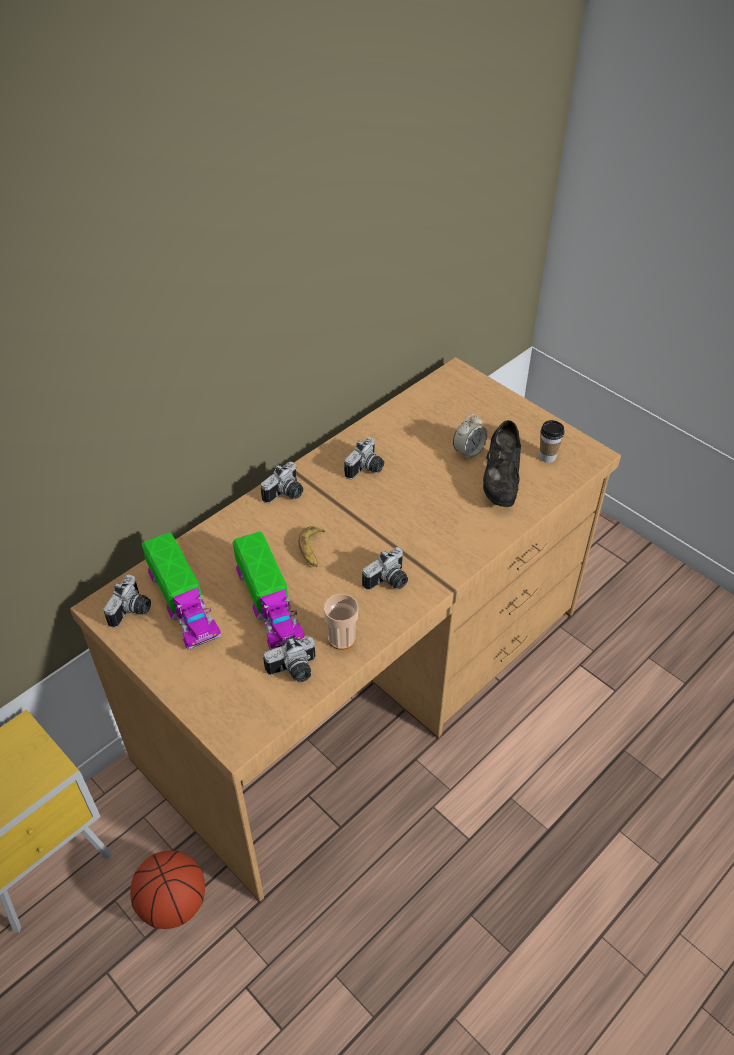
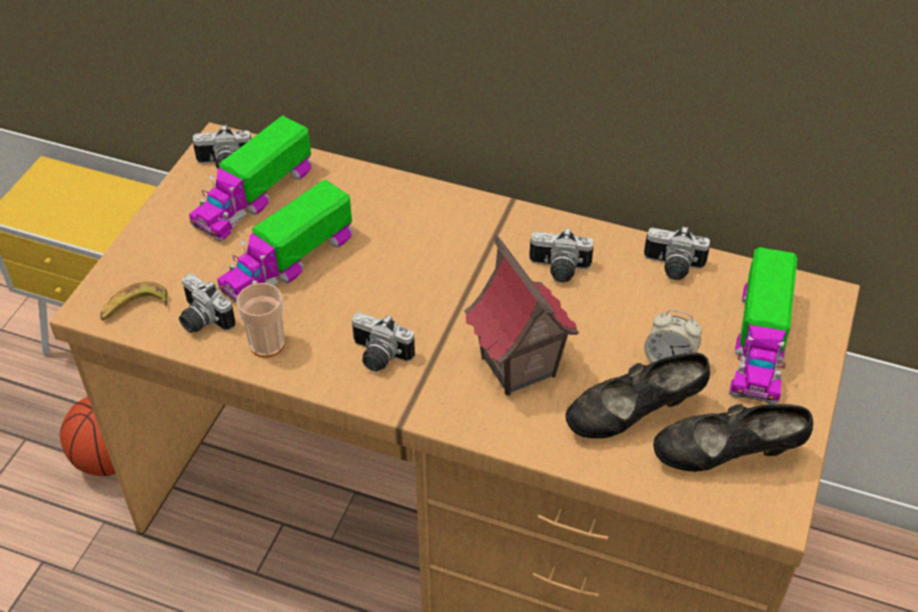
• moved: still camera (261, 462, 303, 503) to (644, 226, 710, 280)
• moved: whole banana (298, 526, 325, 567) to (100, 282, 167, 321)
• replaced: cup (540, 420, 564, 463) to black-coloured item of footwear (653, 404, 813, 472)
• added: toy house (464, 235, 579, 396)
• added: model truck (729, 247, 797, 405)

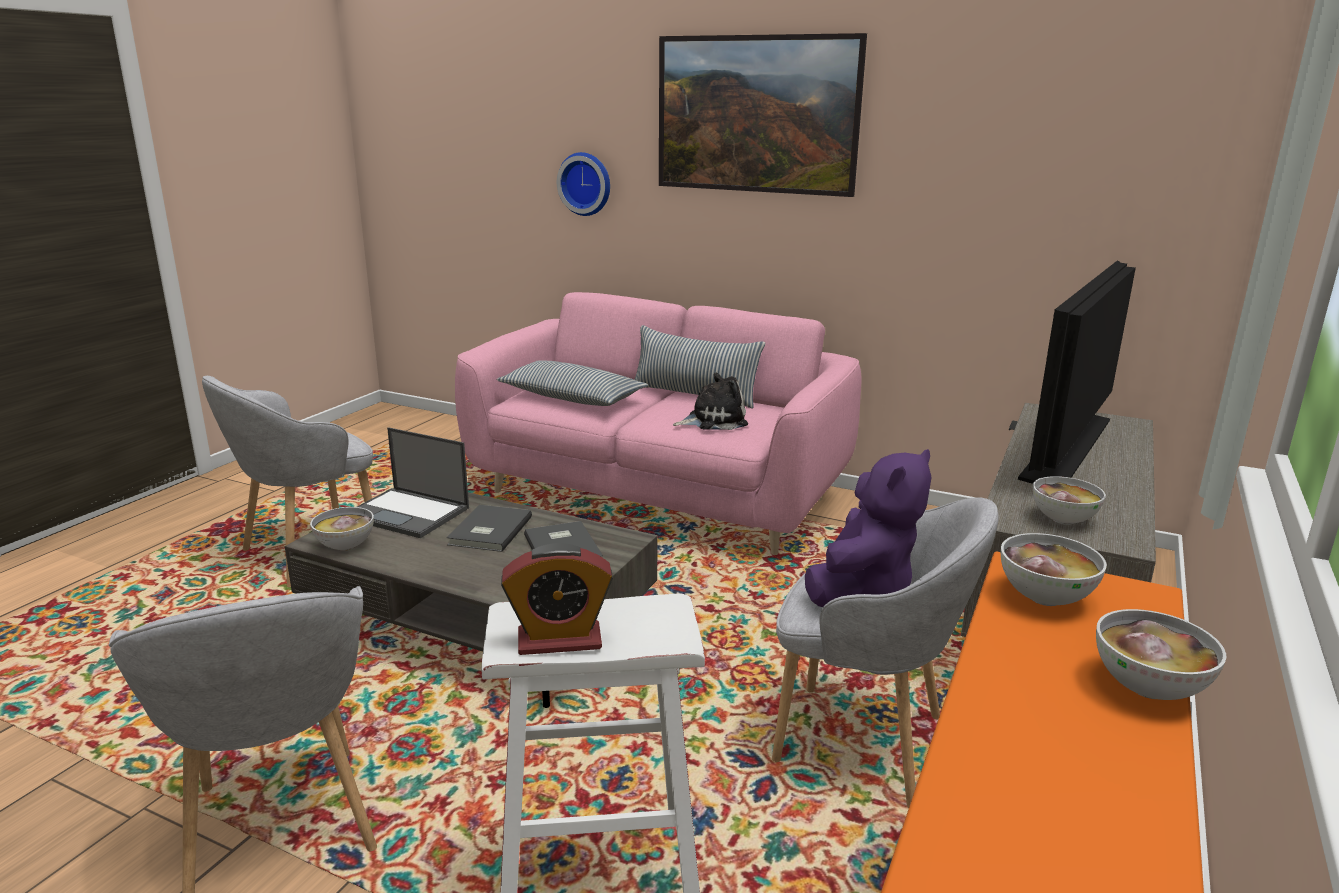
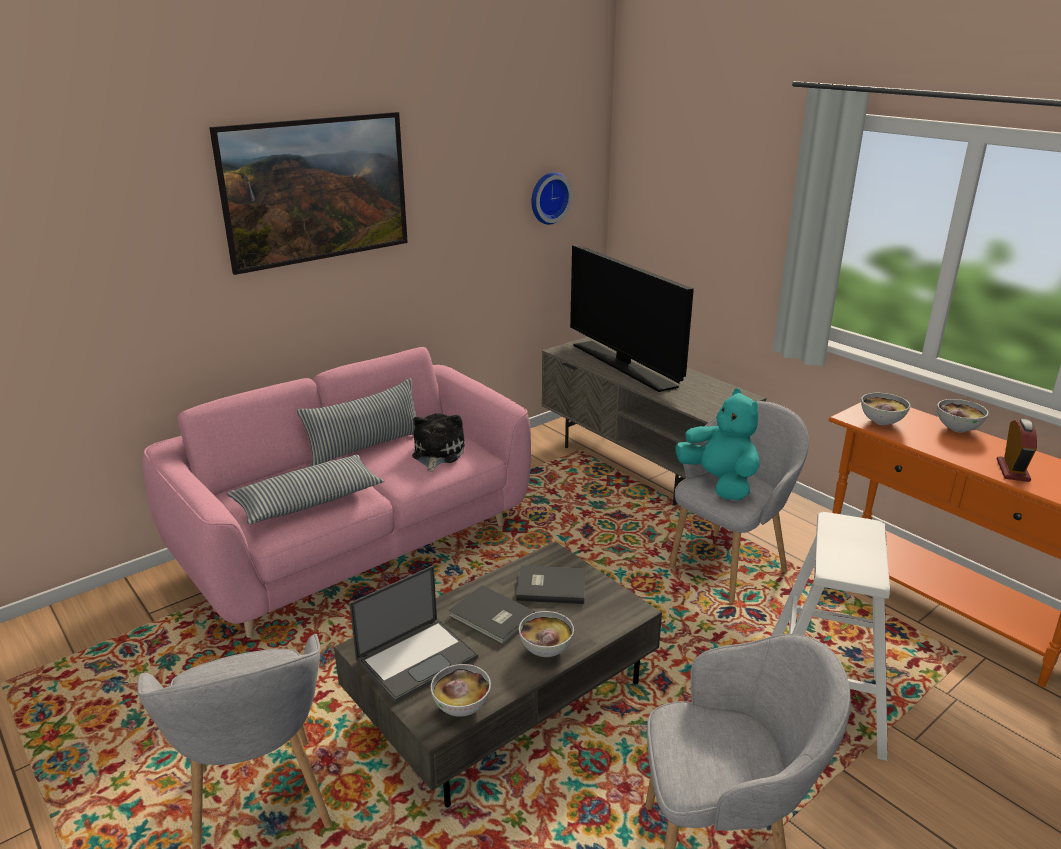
• moved: bedside clock (501, 543, 613, 655) to (997, 419, 1037, 482)
• moved: wall clock (557, 152, 610, 216) to (531, 172, 572, 225)
• recoloured: purple-coloured soft toy (805, 449, 932, 607) to blue-green soft toy (676, 388, 760, 500)
• moved: deep dish (1033, 476, 1106, 525) to (519, 611, 574, 657)

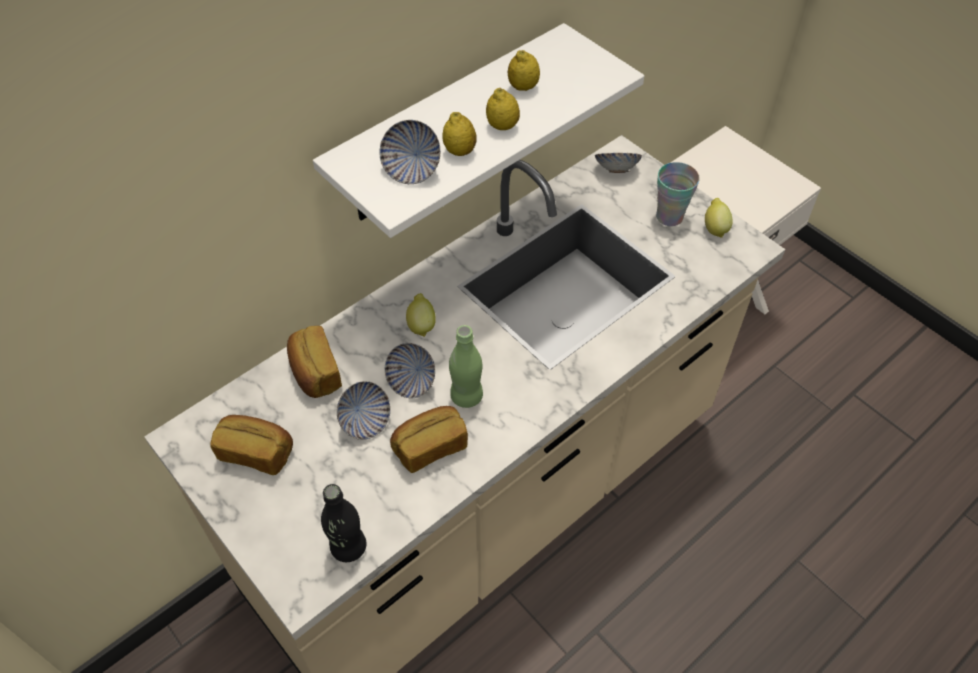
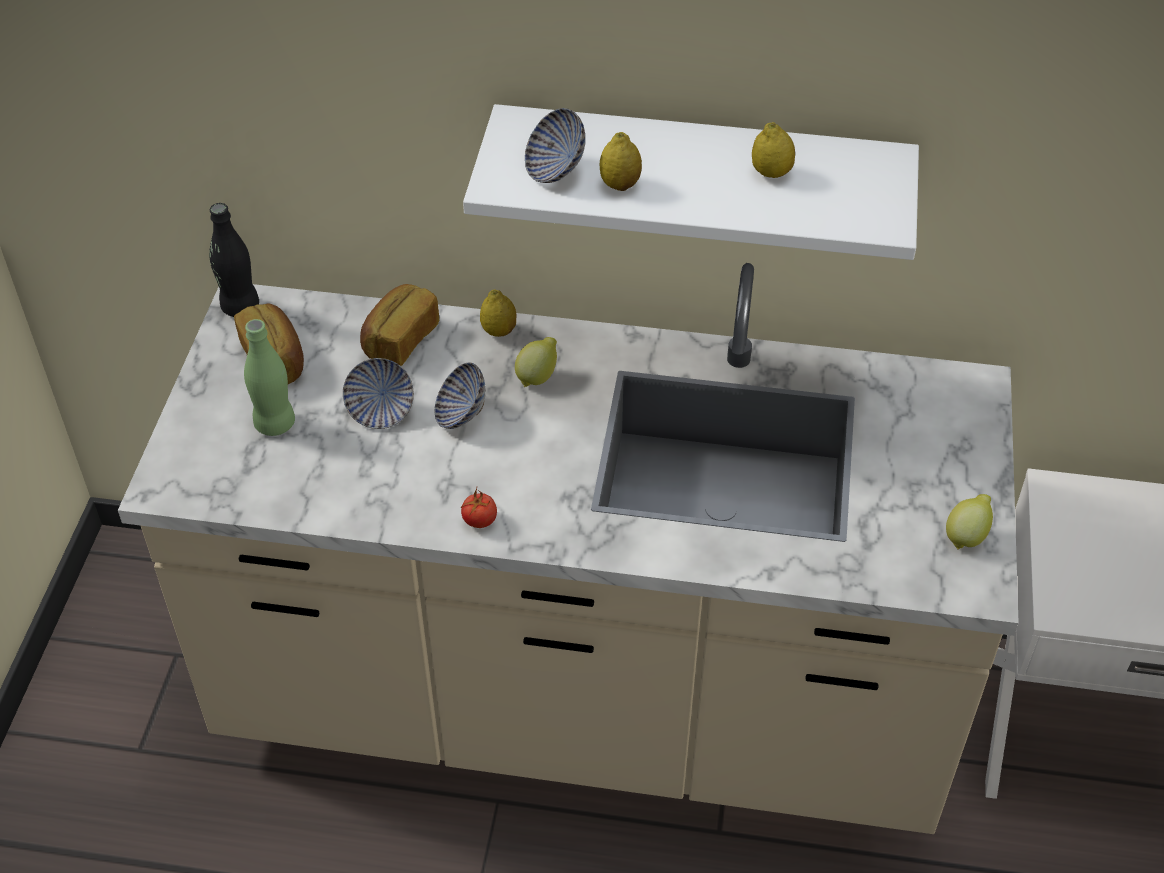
• moved: black-coloured beverage bottle (321, 484, 366, 562) to (209, 203, 259, 317)
• removed: bread (390, 406, 468, 473)
• moved: greenish beverage bottle (449, 325, 483, 408) to (244, 319, 295, 436)
• moved: citrus fruit (486, 88, 520, 130) to (480, 290, 517, 337)
• removed: deep dish (595, 153, 642, 173)
• removed: cup (656, 162, 700, 226)
• added: fresh tomato (461, 488, 497, 528)

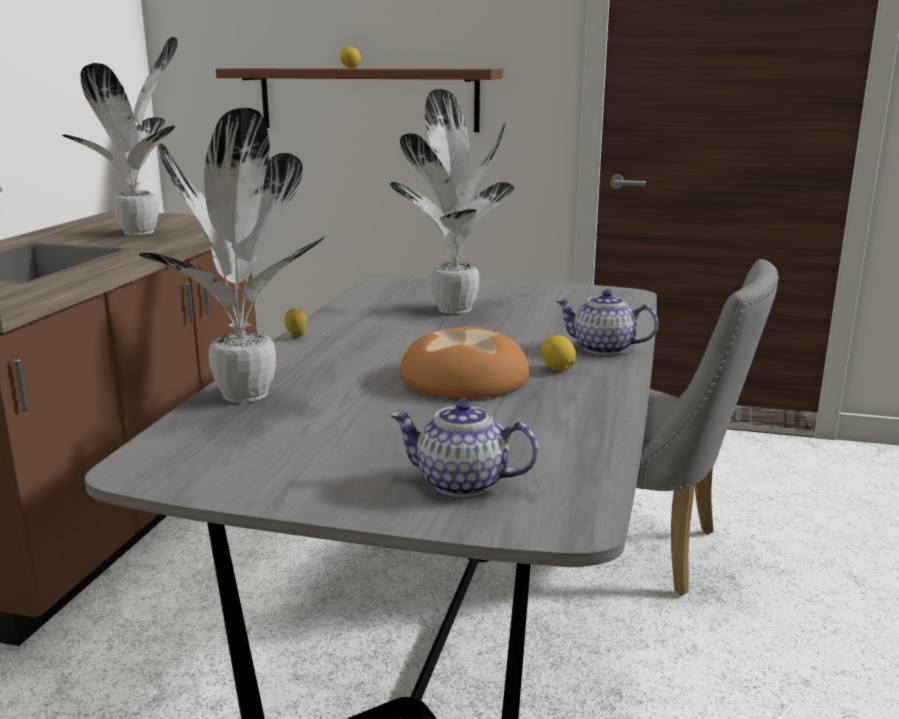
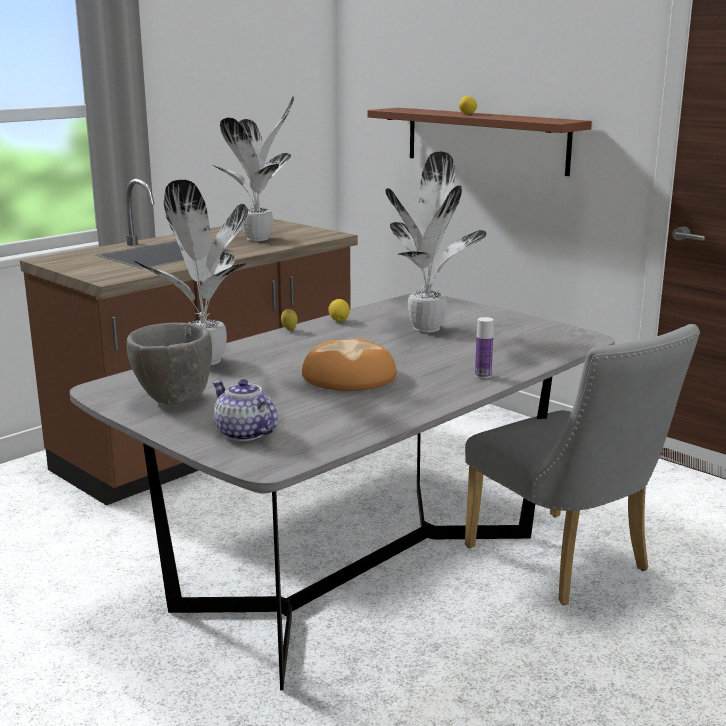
• moved: citrus fruit (541, 335, 576, 371) to (328, 299, 350, 322)
• replaced: pot for tea (556, 290, 658, 355) to beverage bottle (475, 317, 494, 379)
• added: gray deep dish (127, 323, 212, 404)

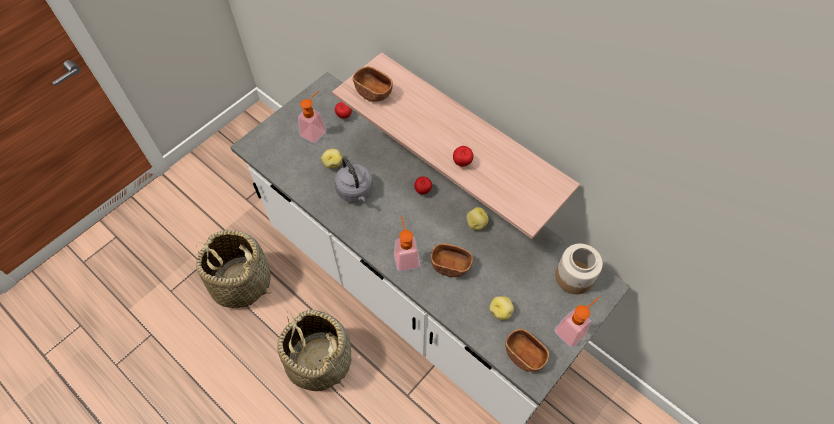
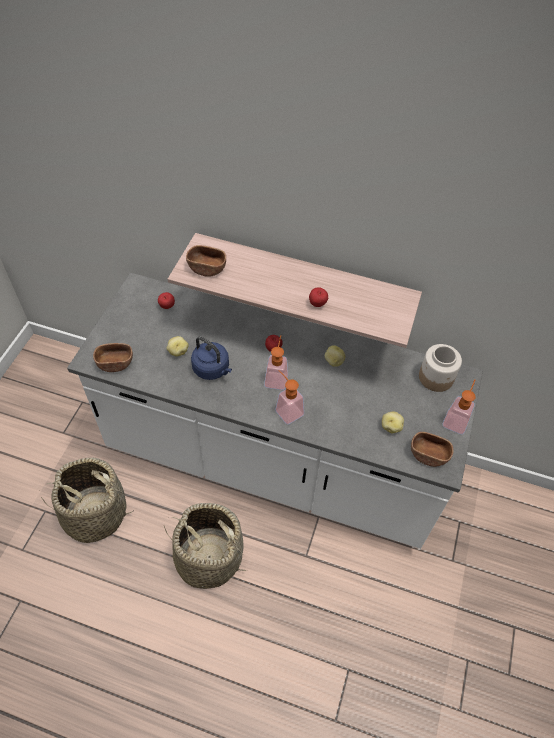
• moved: soap bottle (298, 91, 326, 143) to (264, 335, 288, 390)
• recoloured: gray tea kettle (335, 157, 373, 203) to bluish tea kettle (191, 337, 232, 380)
• moved: brown-coloured deep dish (431, 243, 473, 277) to (93, 343, 133, 372)

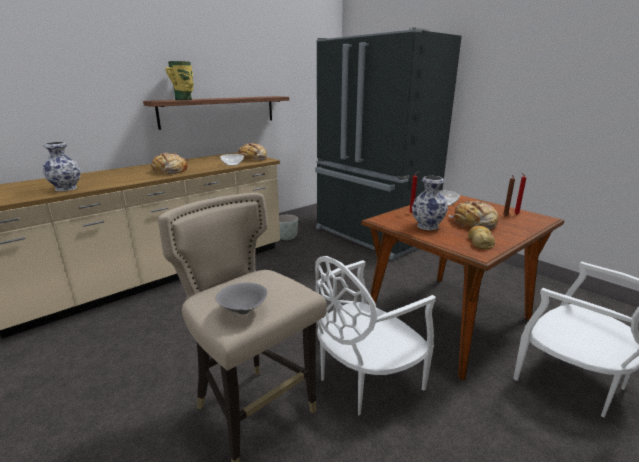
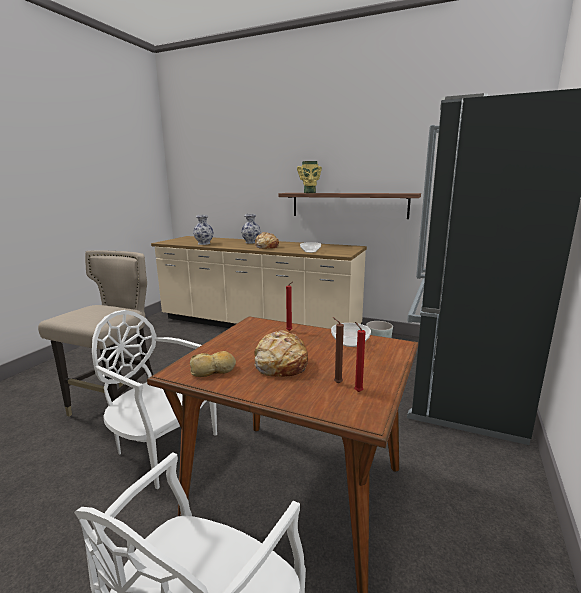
• removed: gray deep dish (216, 283, 267, 314)
• removed: bread (239, 143, 267, 161)
• moved: vase (412, 176, 448, 230) to (241, 214, 260, 243)

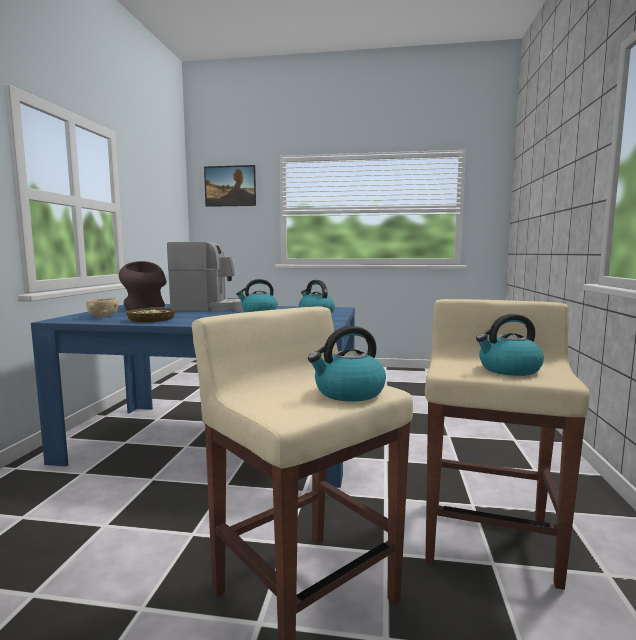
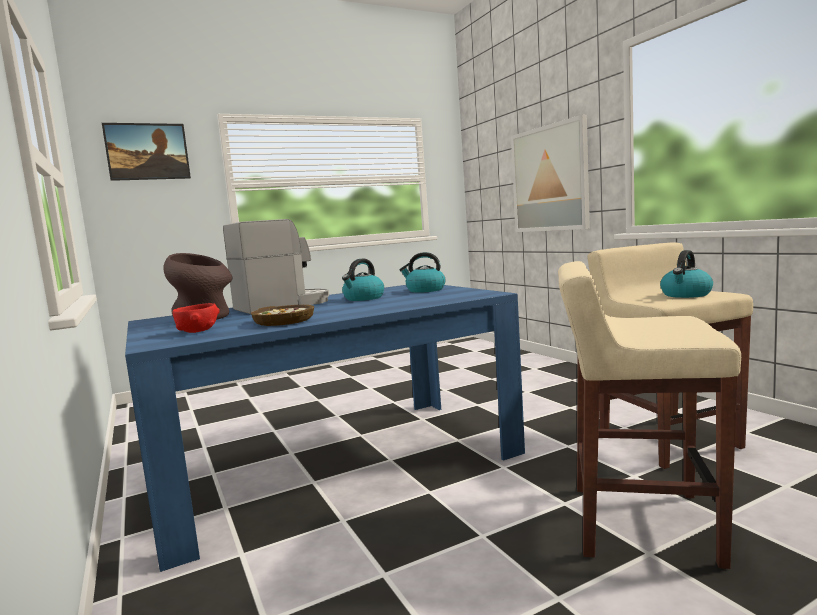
• recoloured: sand-coloured deep dish (86, 298, 119, 317) to red deep dish (173, 303, 220, 333)
• removed: tea kettle (308, 326, 386, 402)
• added: wall picture (511, 115, 590, 232)

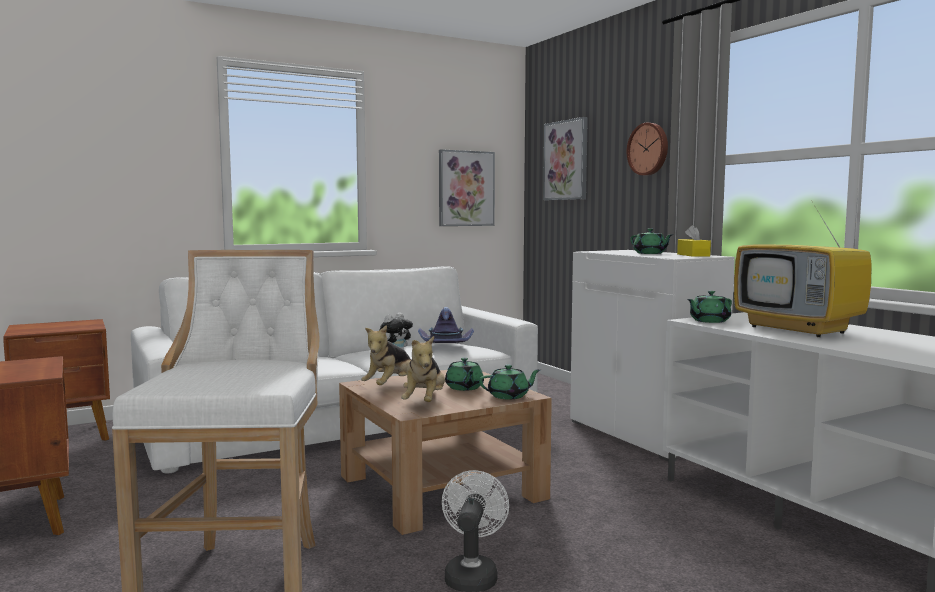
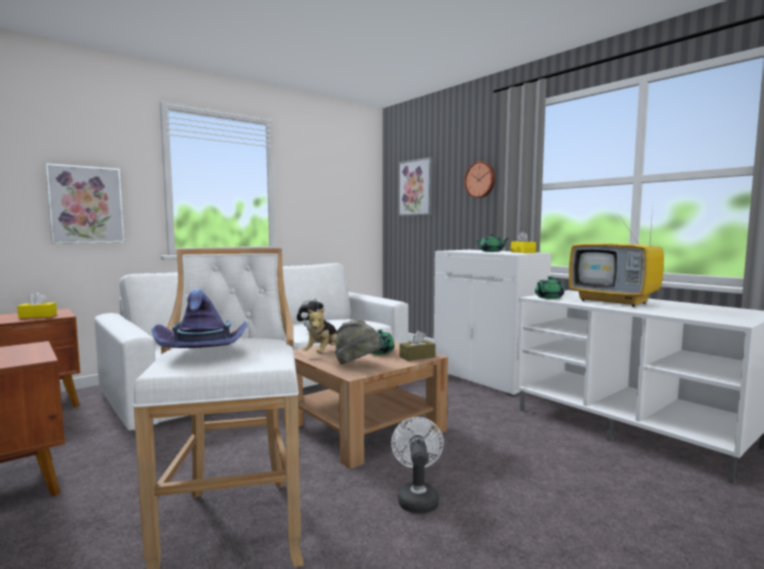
• replaced: soft toy (401, 336, 445, 402) to gray clothing hat (335, 319, 382, 365)
• moved: purple-coloured clothing hat (418, 307, 474, 343) to (151, 289, 248, 348)
• moved: wall picture (439, 149, 495, 226) to (45, 163, 124, 243)
• replaced: greenish pot for tea (479, 365, 541, 399) to brown-coloured tissue holder (400, 331, 435, 361)
• added: yellow-coloured tissue holder (17, 292, 57, 318)

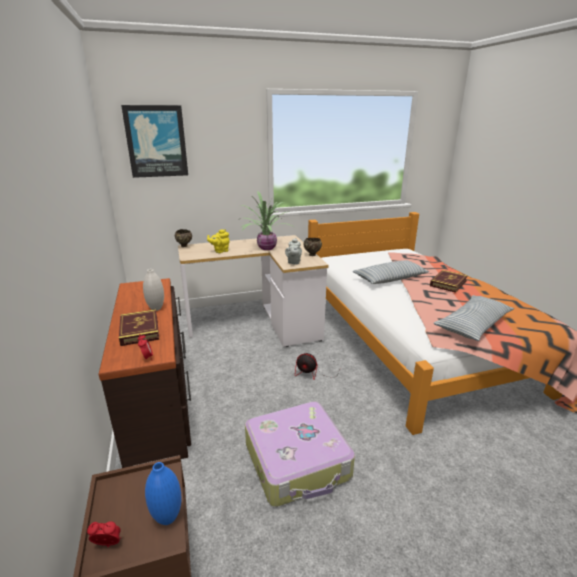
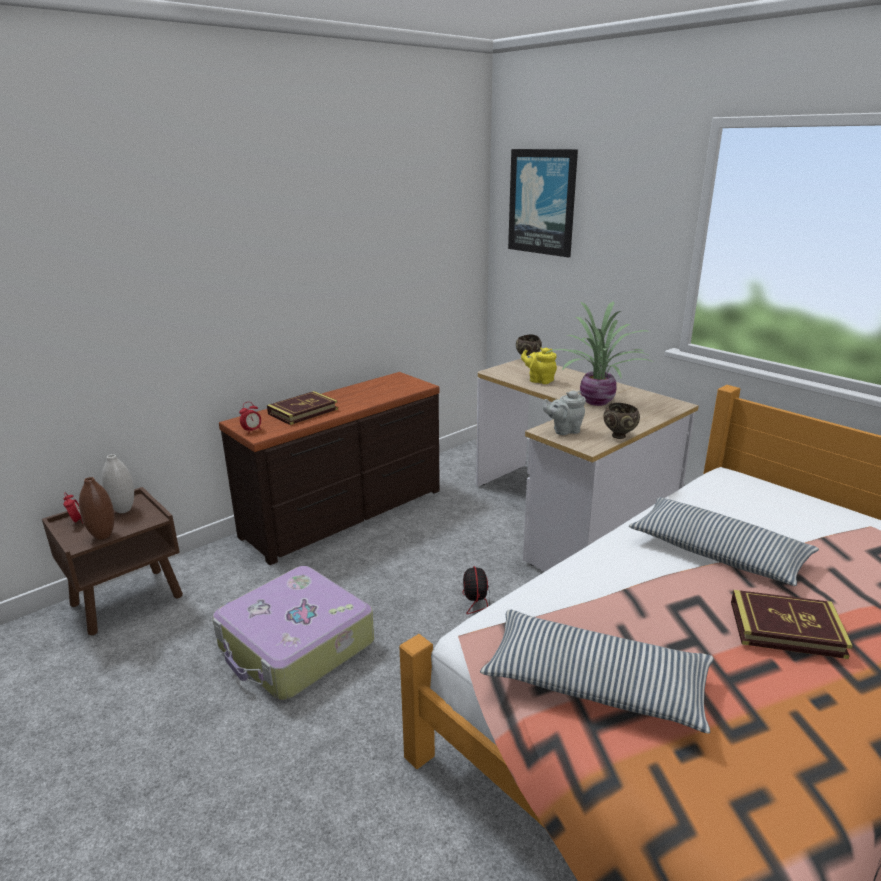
• moved: whitish vase (143, 269, 164, 311) to (102, 454, 134, 513)
• recoloured: bluish vase (145, 462, 182, 525) to brown-coloured vase (79, 477, 115, 540)

